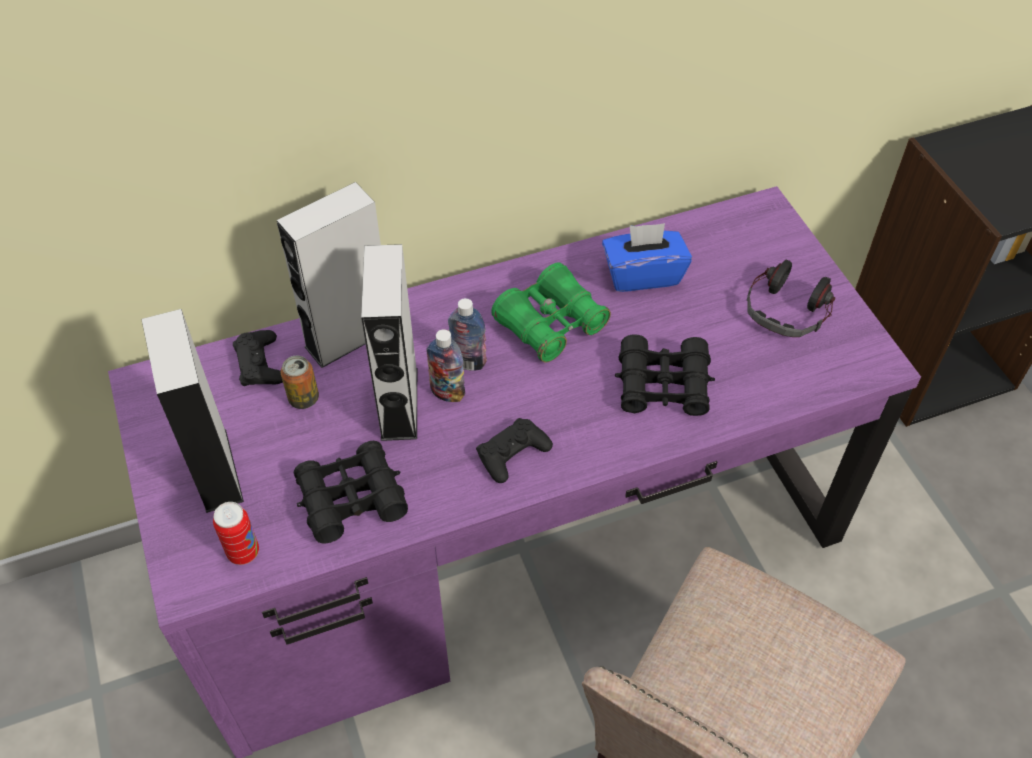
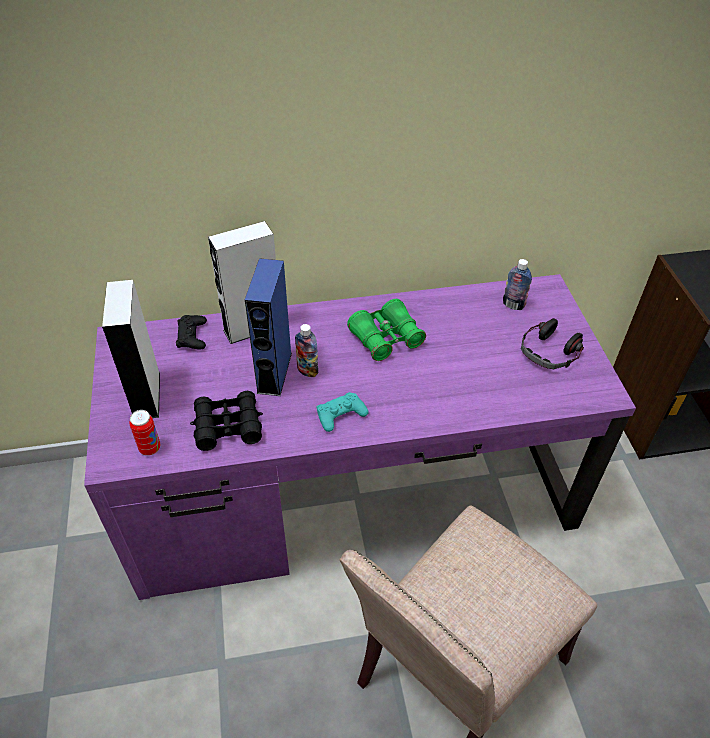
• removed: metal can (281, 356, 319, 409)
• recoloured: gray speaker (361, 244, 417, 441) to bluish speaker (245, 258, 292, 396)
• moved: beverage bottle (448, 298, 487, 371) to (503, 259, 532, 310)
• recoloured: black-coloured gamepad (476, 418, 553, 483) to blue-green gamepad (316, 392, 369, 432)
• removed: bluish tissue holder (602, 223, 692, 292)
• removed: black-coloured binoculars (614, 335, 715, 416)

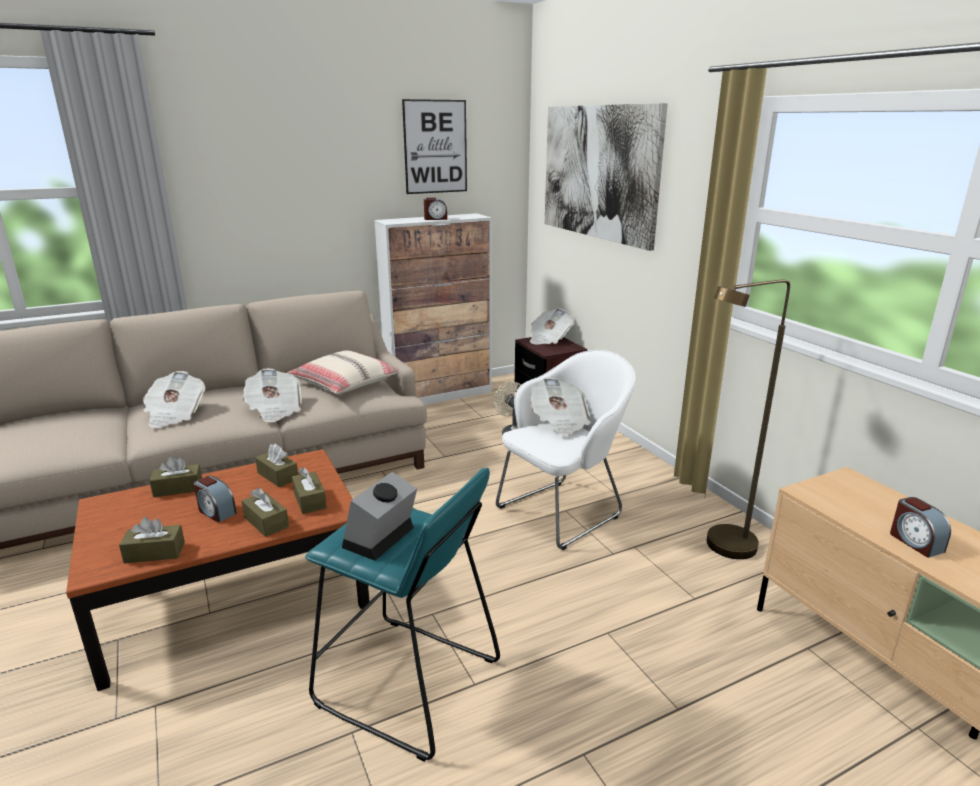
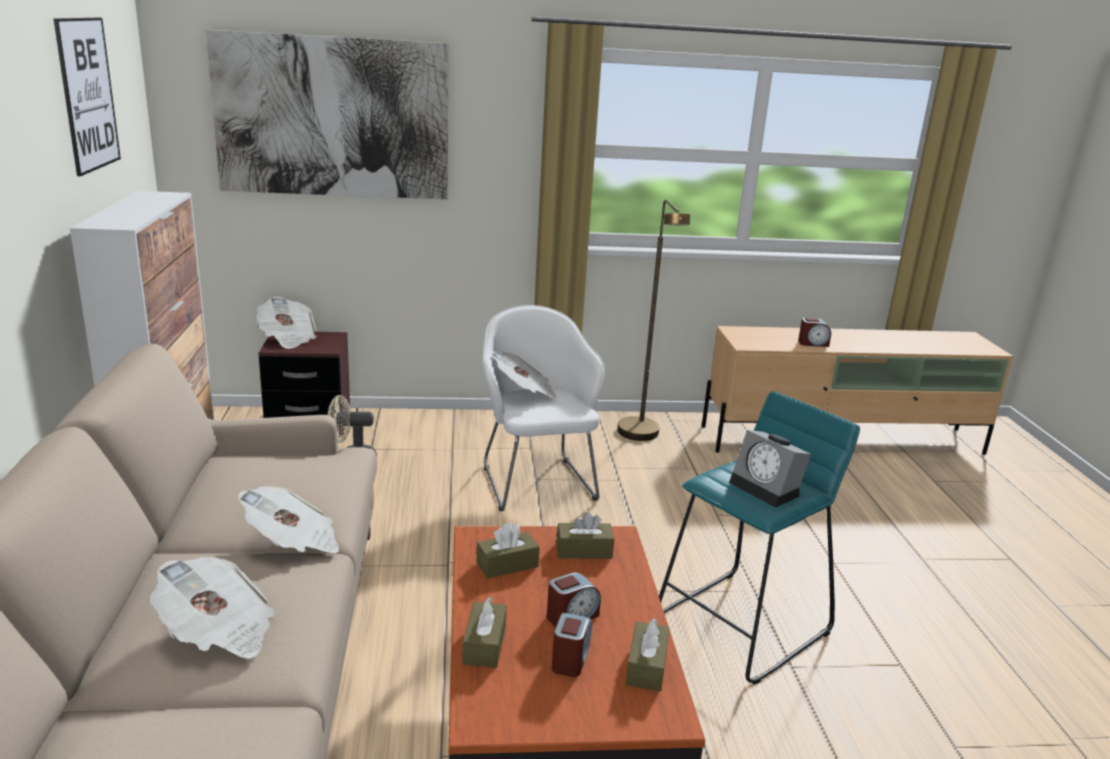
• removed: brown-coloured tissue holder (242, 488, 289, 537)
• removed: sand-coloured pillow (287, 351, 398, 395)
• moved: bedside clock (424, 198, 447, 220) to (552, 613, 592, 677)

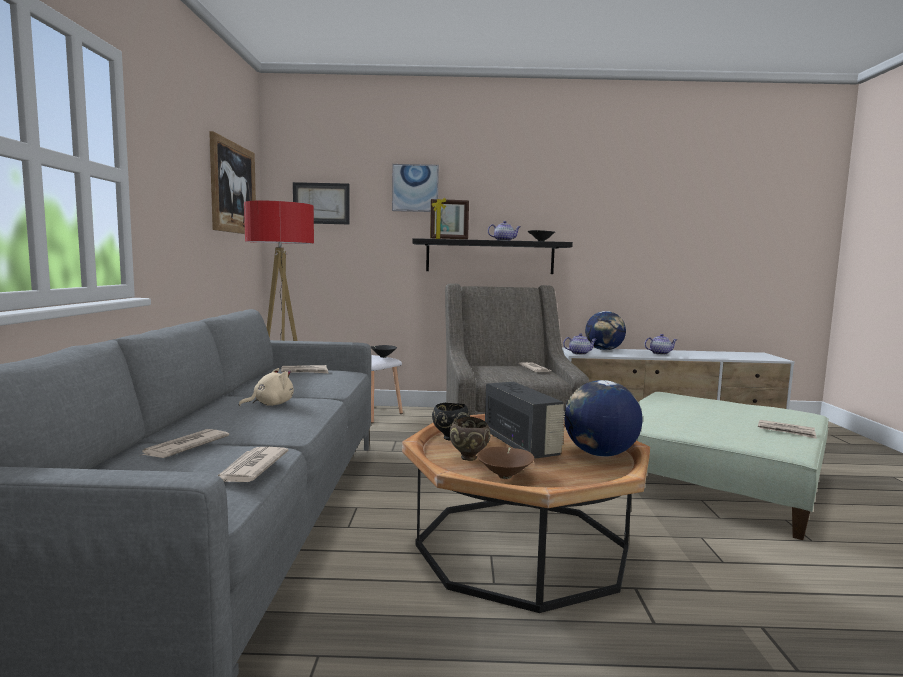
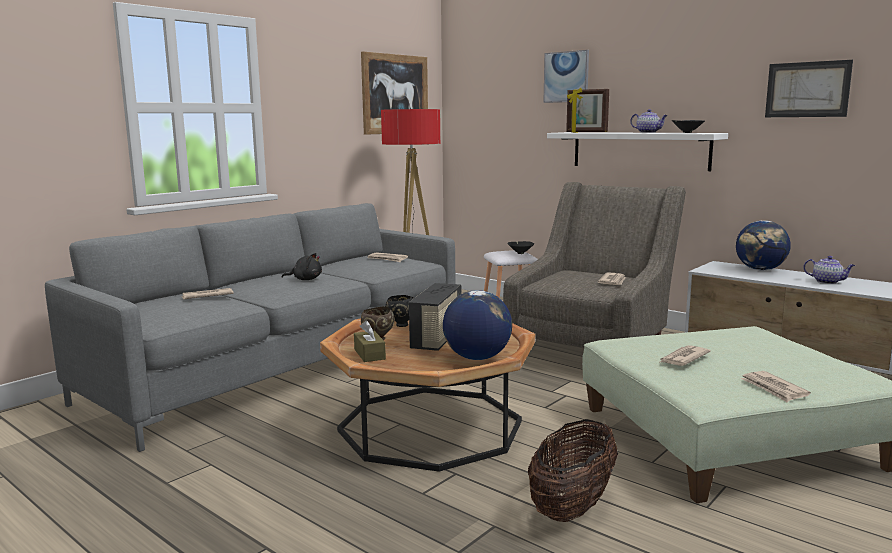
• moved: daily paper (217, 447, 289, 482) to (660, 345, 711, 366)
• recoloured: sand-coloured soft toy (239, 368, 294, 406) to black-coloured soft toy (282, 253, 322, 280)
• moved: wall picture (293, 182, 349, 224) to (765, 60, 853, 117)
• recoloured: black-coloured wall shelf (412, 238, 573, 274) to whitish wall shelf (547, 132, 728, 171)
• replaced: brown-coloured deep dish (477, 447, 535, 479) to brown-coloured tissue holder (354, 321, 386, 362)
• removed: pot for tea (563, 333, 597, 355)
• added: storage basket (528, 419, 618, 522)

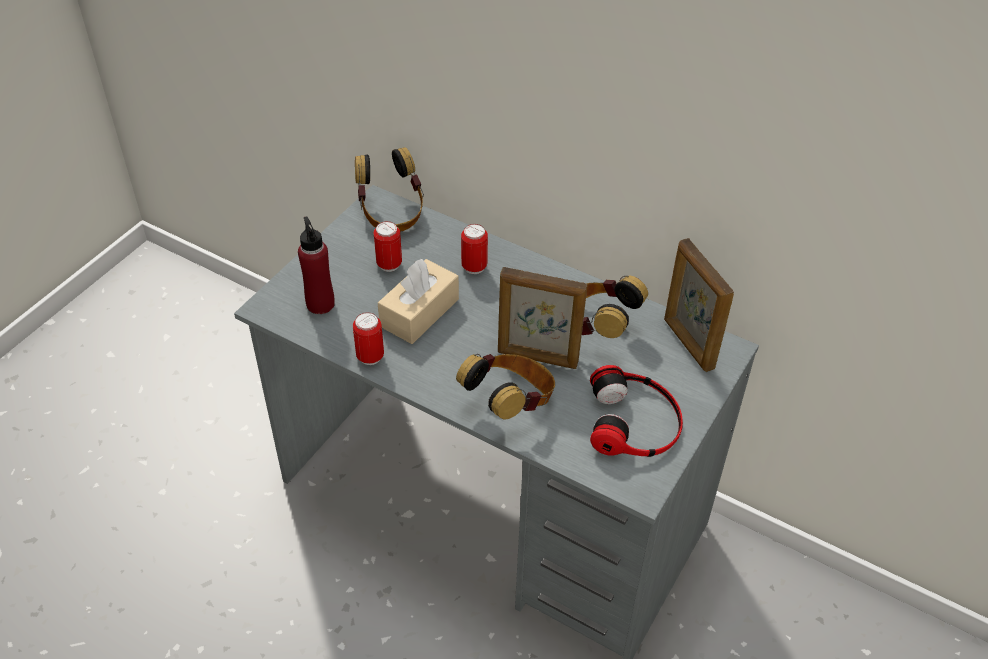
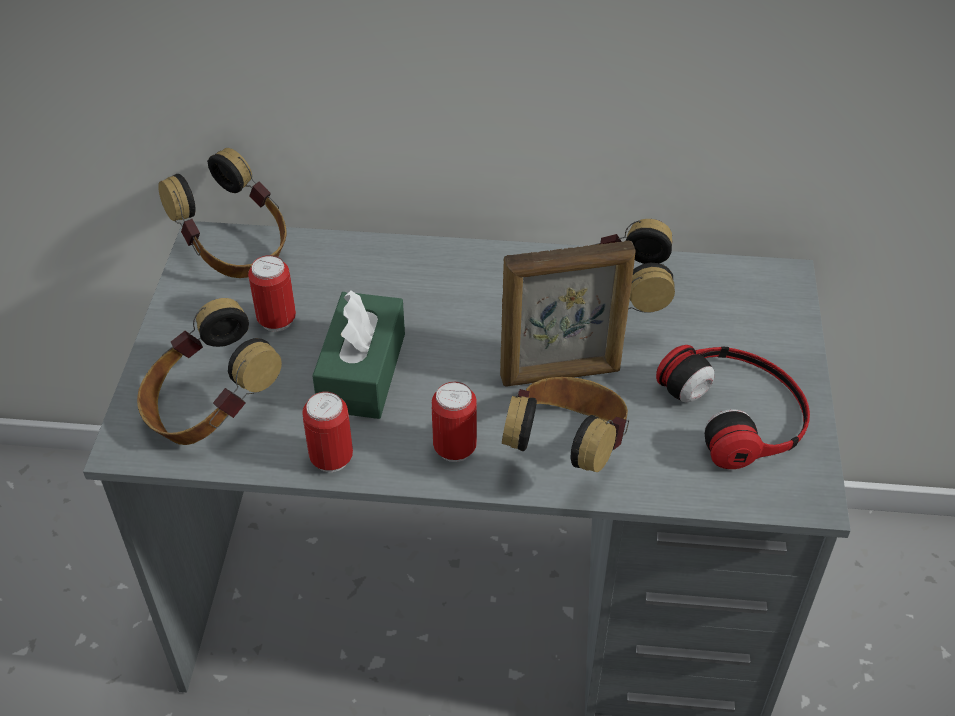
• replaced: red beverage bottle (298, 216, 335, 314) to headset (137, 298, 282, 445)
• recoloured: sand-coloured tissue holder (378, 259, 459, 344) to greenish tissue holder (312, 290, 405, 419)
• moved: metal can (461, 224, 488, 274) to (432, 382, 477, 462)
• removed: photo frame (664, 238, 734, 372)

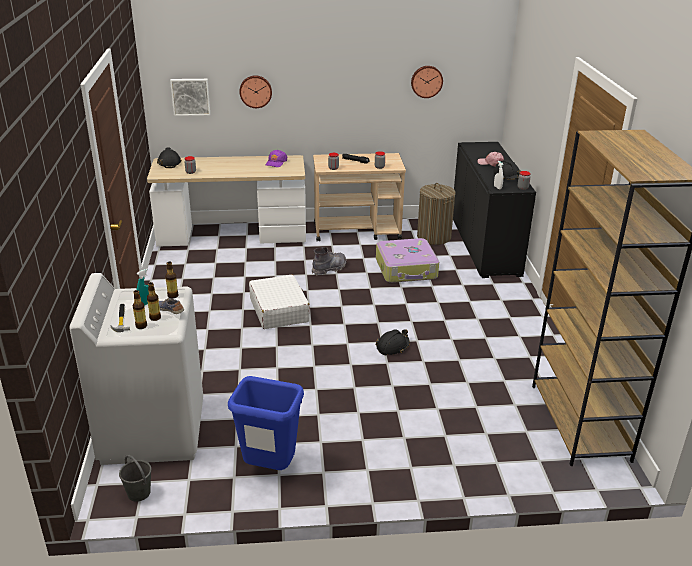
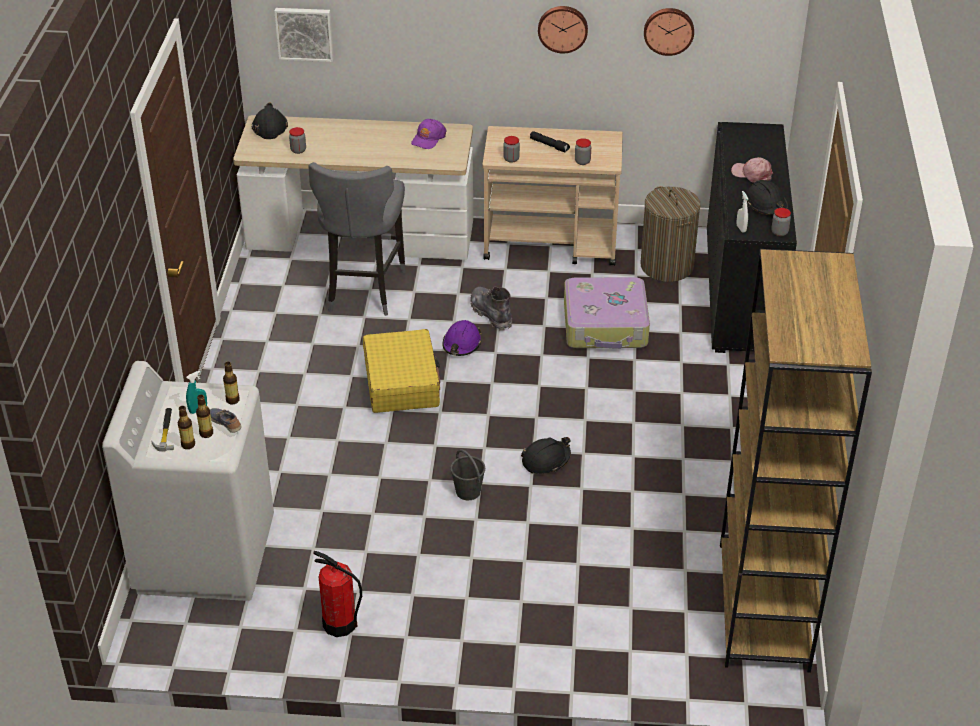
• moved: gray pail (119, 455, 152, 502) to (450, 449, 485, 500)
• replaced: bluish trash can (228, 376, 304, 470) to fire-fighting cylinder (313, 551, 362, 637)
• moved: wall clock (239, 75, 272, 108) to (538, 6, 588, 54)
• recoloured: whitish piece of luggage (249, 275, 310, 329) to yellow-coloured piece of luggage (363, 329, 440, 413)
• turned: gray boot (312, 247, 347, 276) = (470, 286, 512, 331) 90 degrees counterclockwise
• added: gray stool (308, 162, 406, 316)
• added: purple-coloured safety helmet (443, 320, 482, 356)

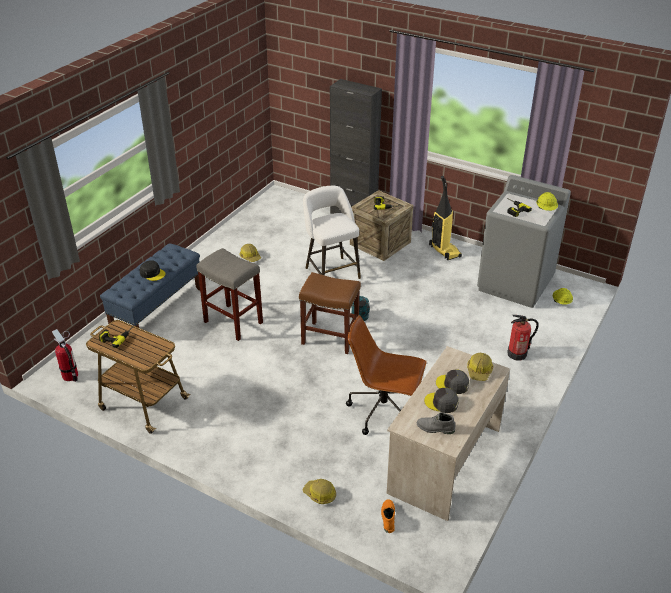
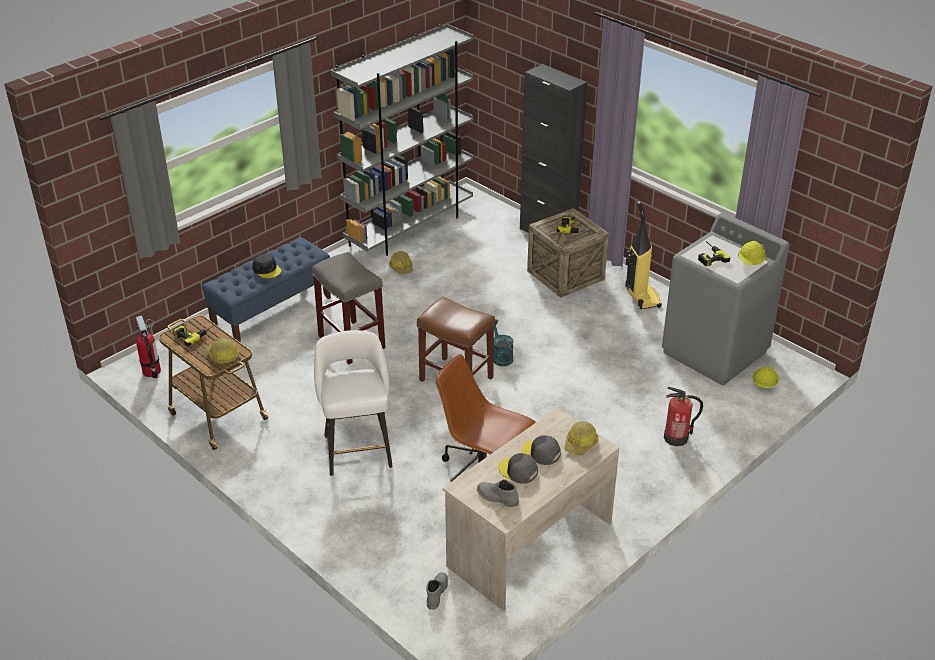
• moved: whitish stool (303, 186, 361, 279) to (314, 330, 393, 476)
• moved: safety helmet (303, 479, 336, 504) to (206, 338, 239, 364)
• recoloured: orangey boot (381, 499, 395, 533) to gray boot (426, 572, 448, 610)
• added: gray shelving unit (330, 24, 473, 256)

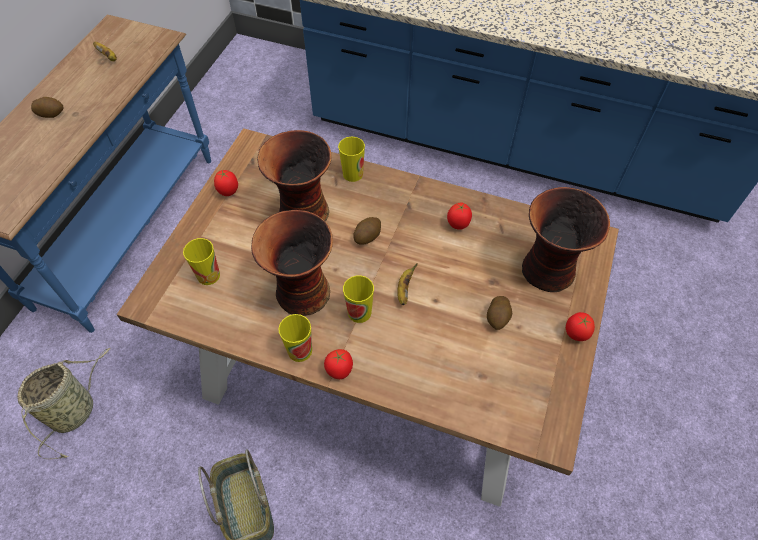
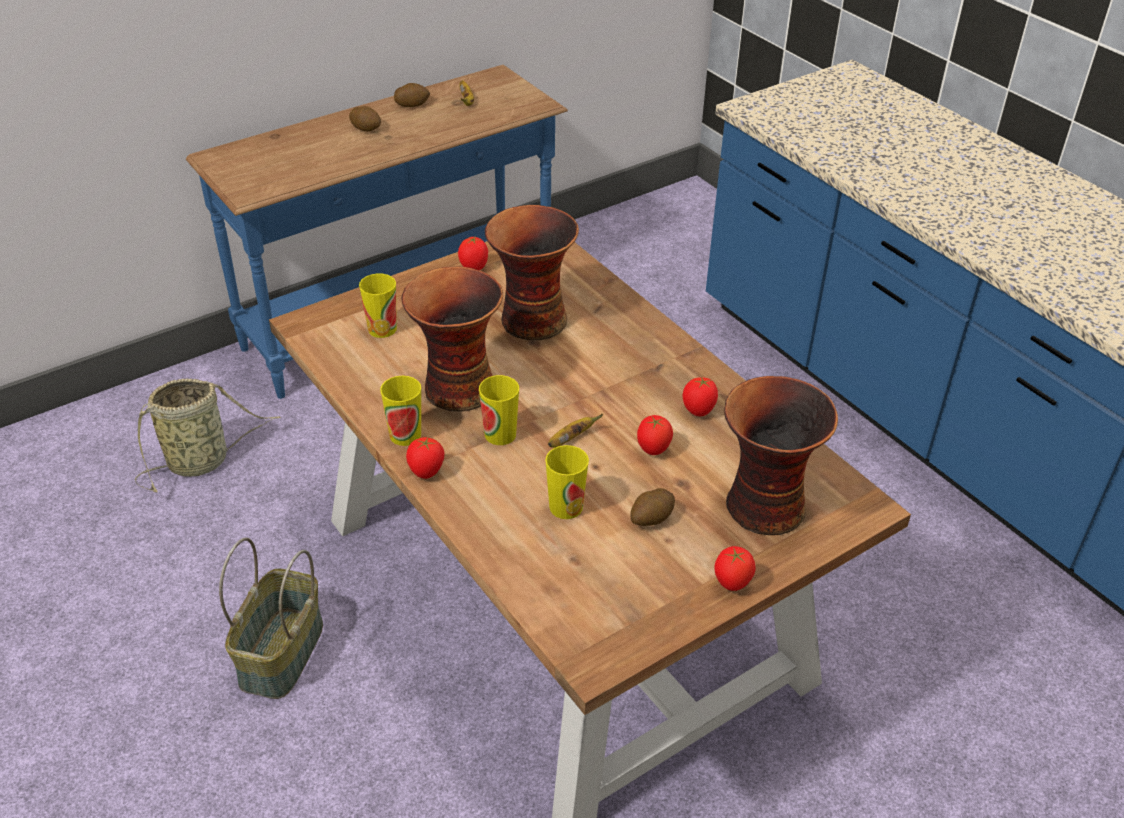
• moved: cup (338, 137, 365, 182) to (545, 445, 589, 519)
• moved: spud (353, 217, 381, 245) to (394, 83, 430, 107)
• added: fresh tomato (637, 415, 673, 455)

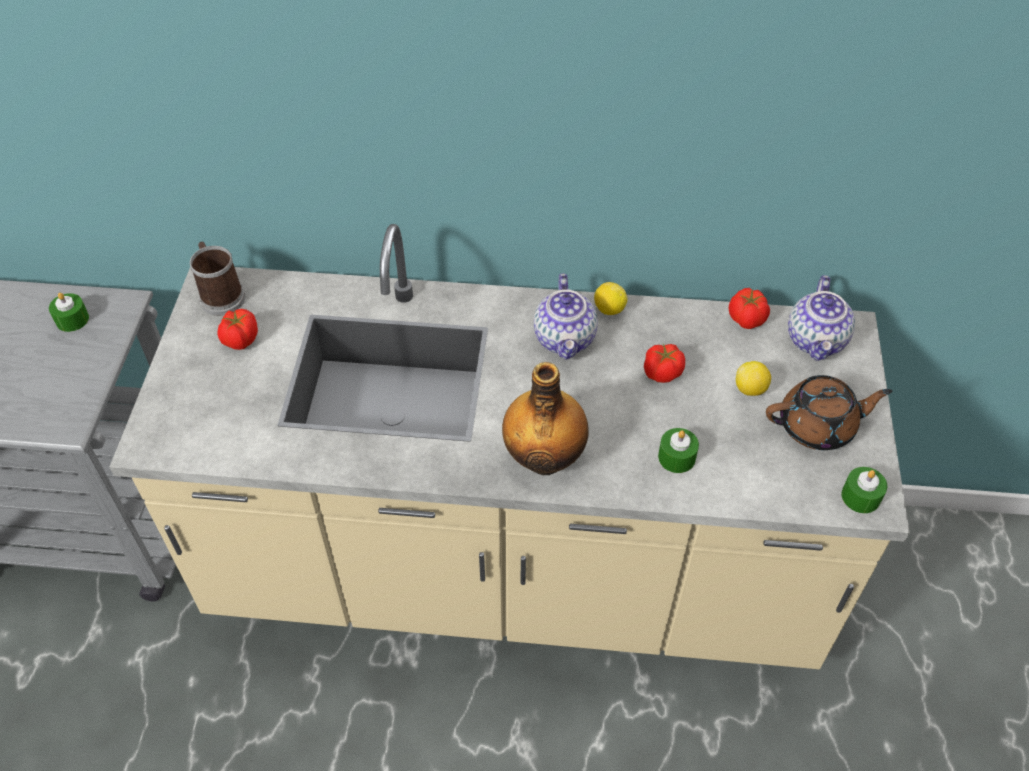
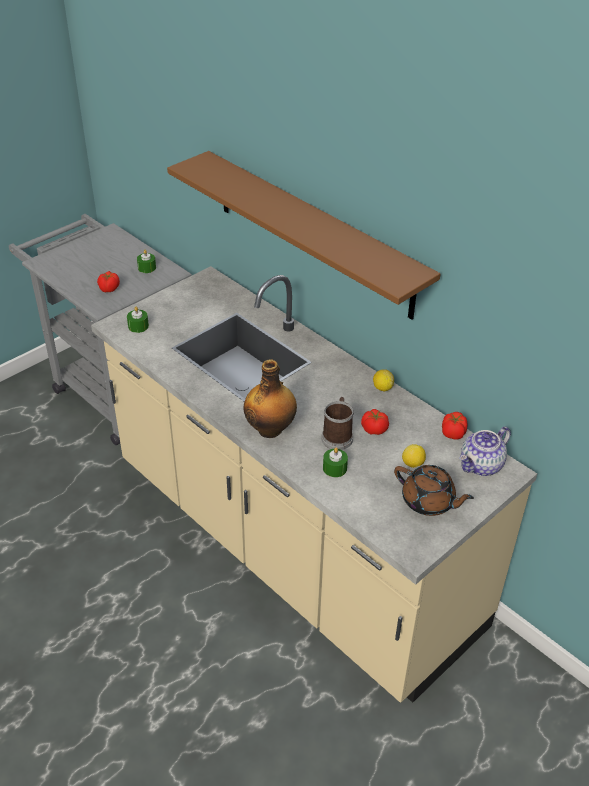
• moved: tea mug (190, 242, 245, 316) to (321, 397, 354, 450)
• moved: fresh tomato (218, 309, 258, 350) to (97, 271, 120, 292)
• removed: pot for tea (534, 274, 598, 360)
• moved: greenish wax candle (841, 467, 887, 513) to (127, 306, 149, 333)
• added: brown-coloured wall shelf (167, 151, 441, 320)

